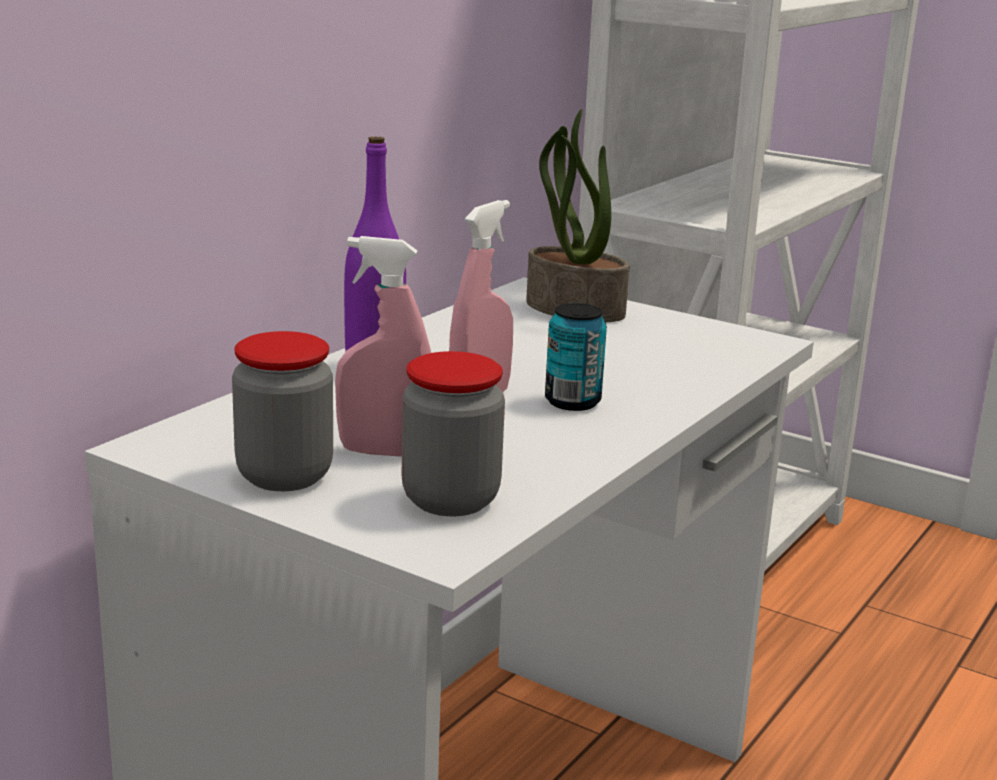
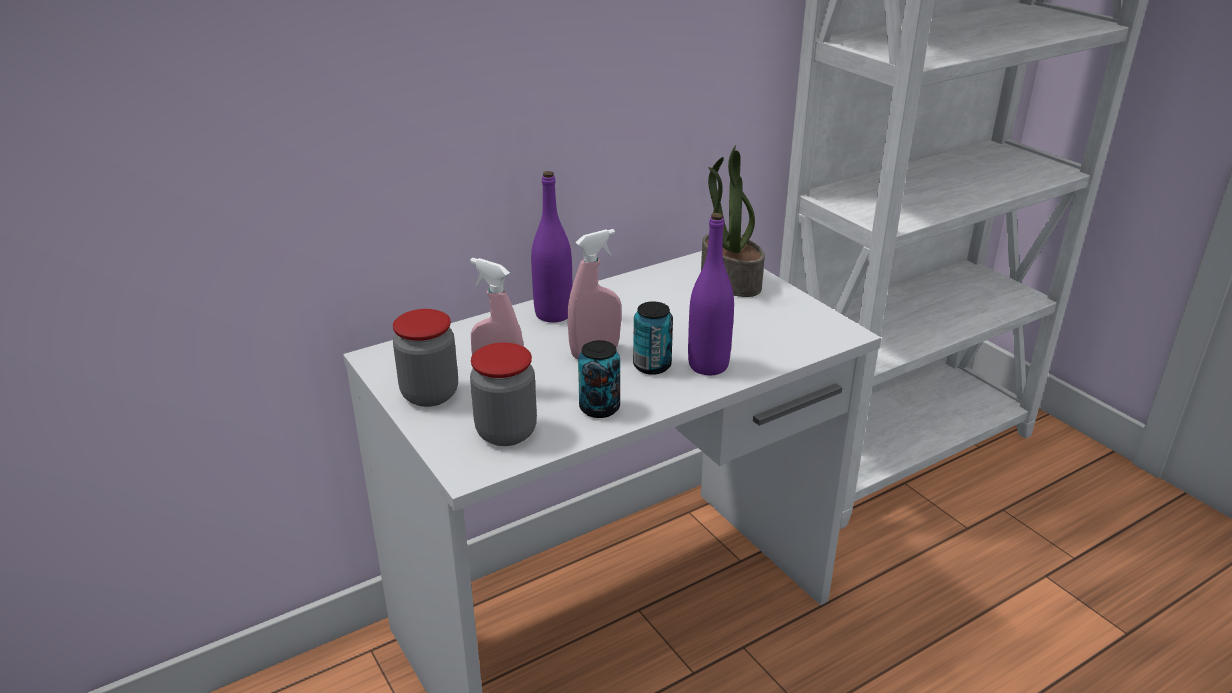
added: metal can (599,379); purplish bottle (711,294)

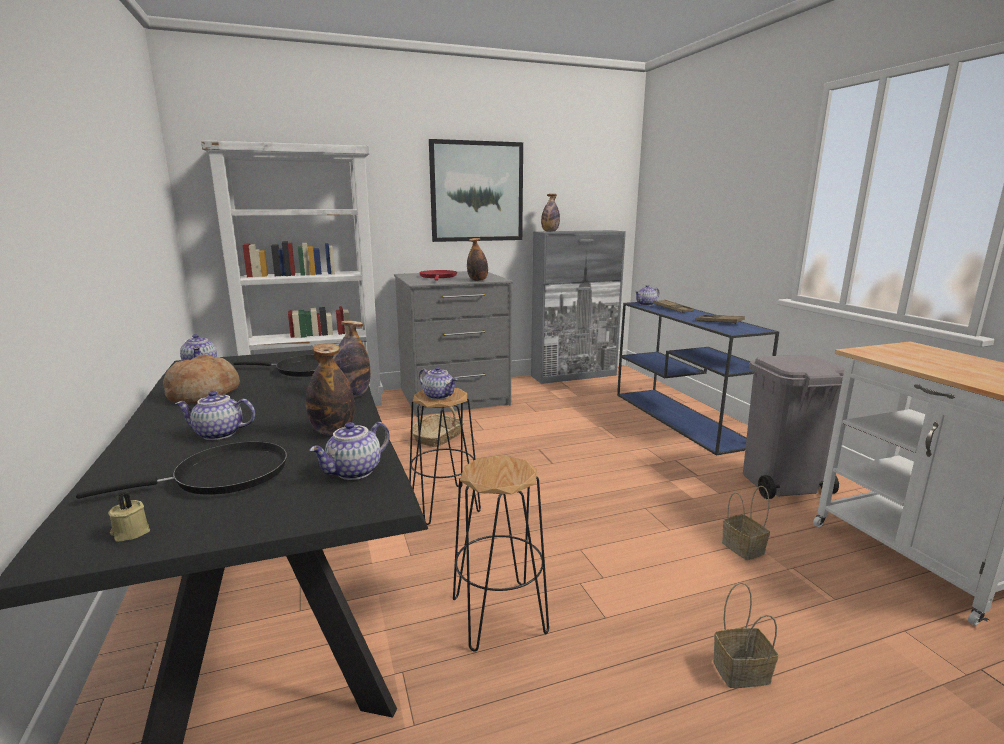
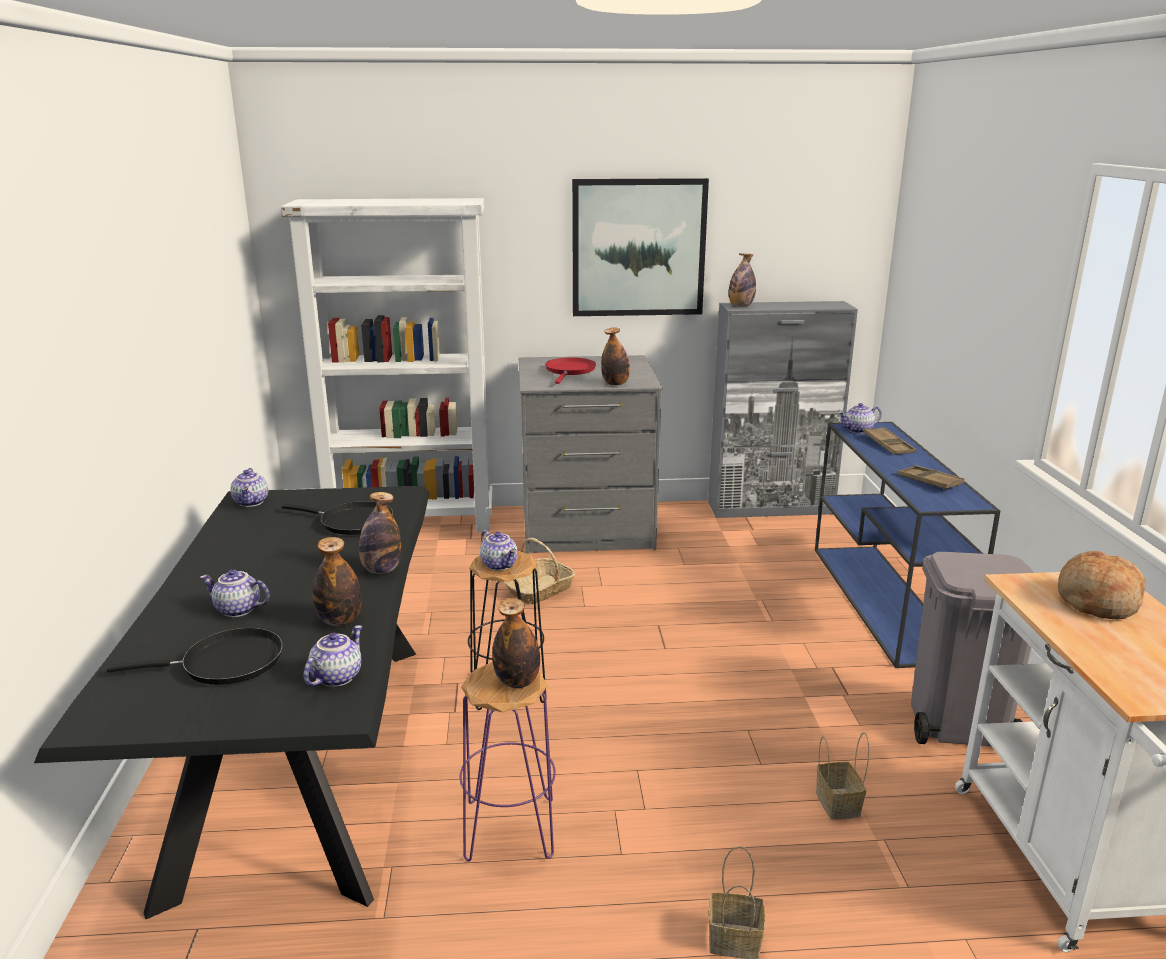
removed: sand-coloured candle (129,517)
added: bottle (516,643)
moved: bakery bread (201,379) to (1102,585)
recoloured: black stool (501,553) to purplish stool (508,762)
turned: tea pot (349,451) = (332,656) 150 degrees clockwise

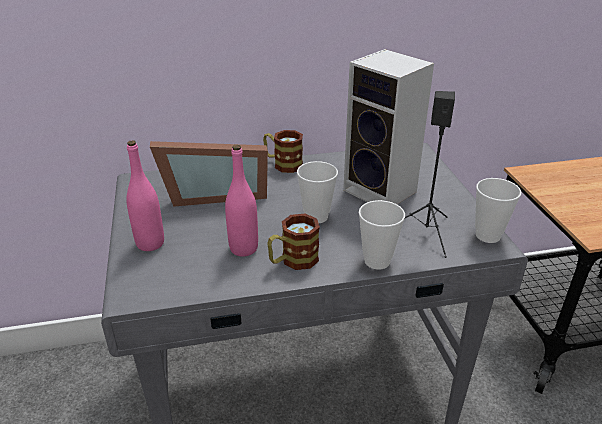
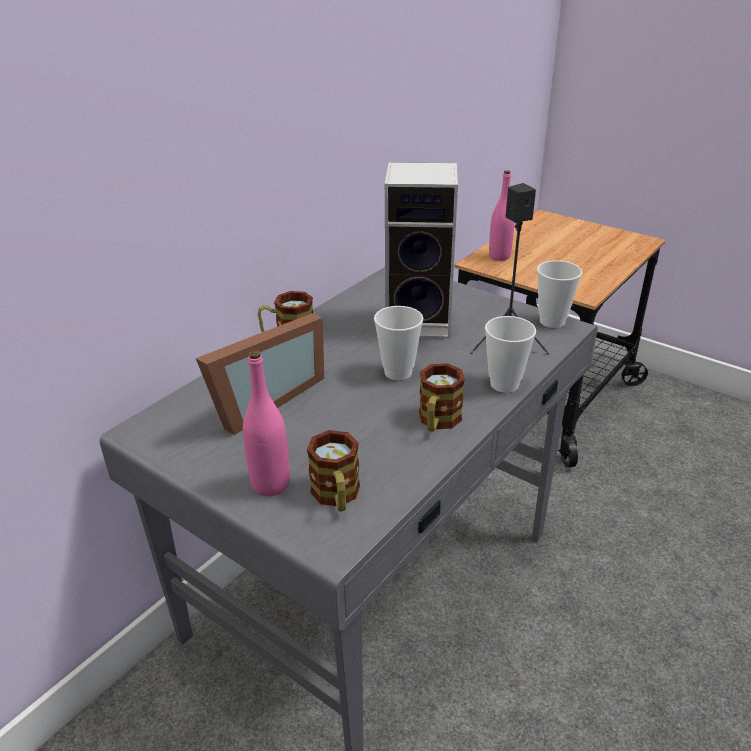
added: coffee mug (333,471)
moved: pink-coloured bottle (241,201) to (502,215)

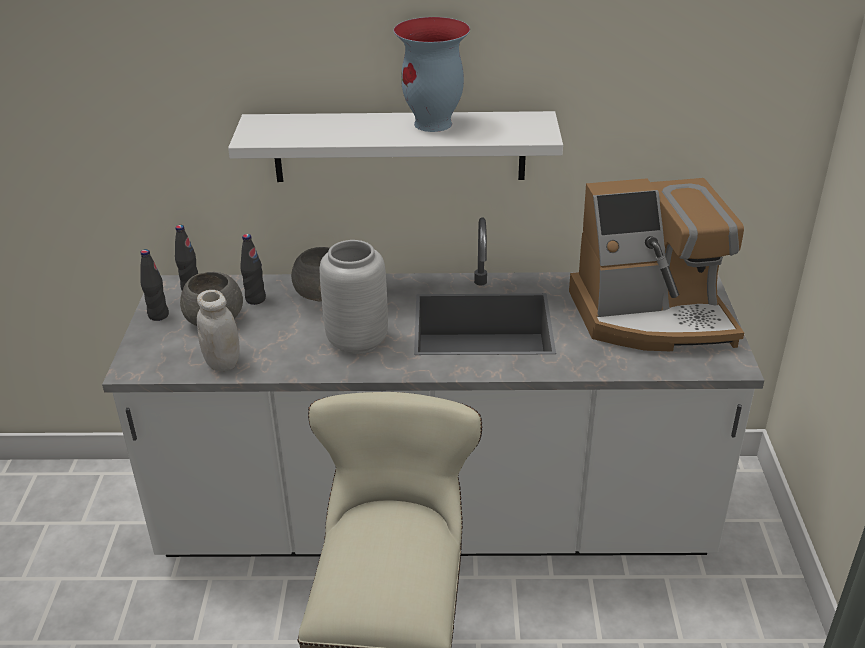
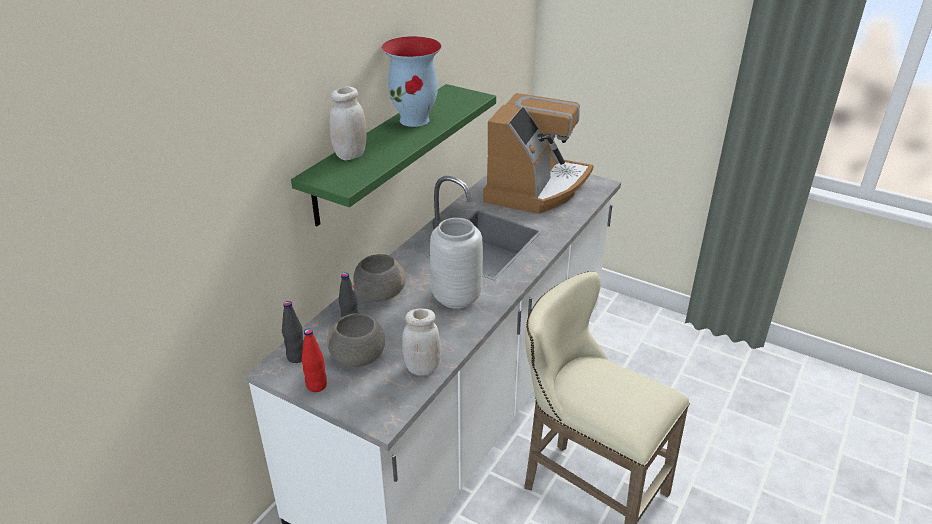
added: white-coloured preserve jar (348,123)
recoloured: black bottle (154,285) to red bottle (314,360); white-coloured wall shelf (395,146) to green-coloured wall shelf (393,155)

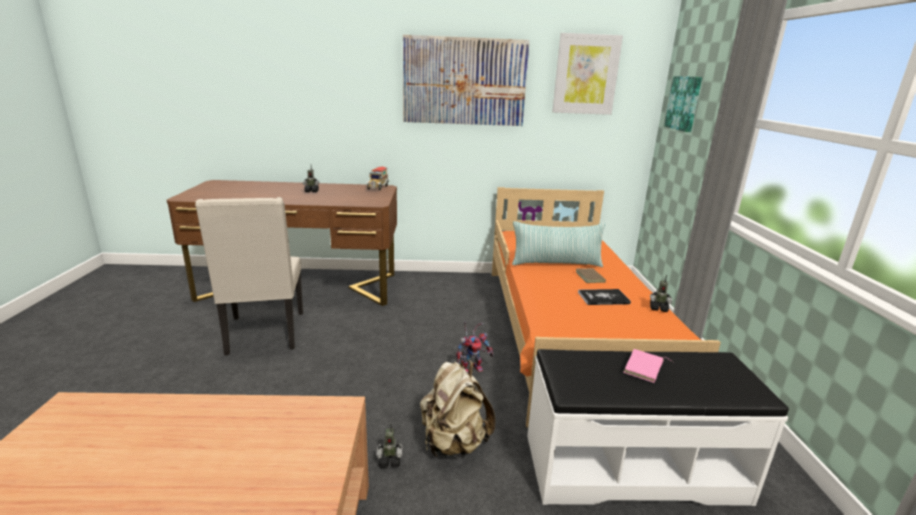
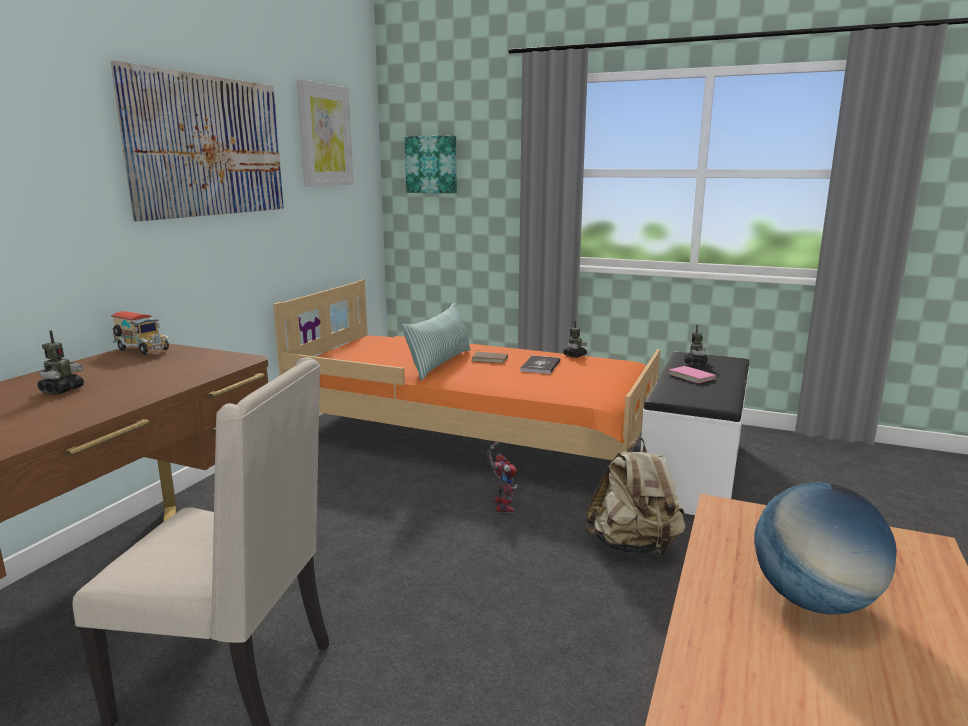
added: globe (825,548)
moved: model robot (390,446) to (696,345)

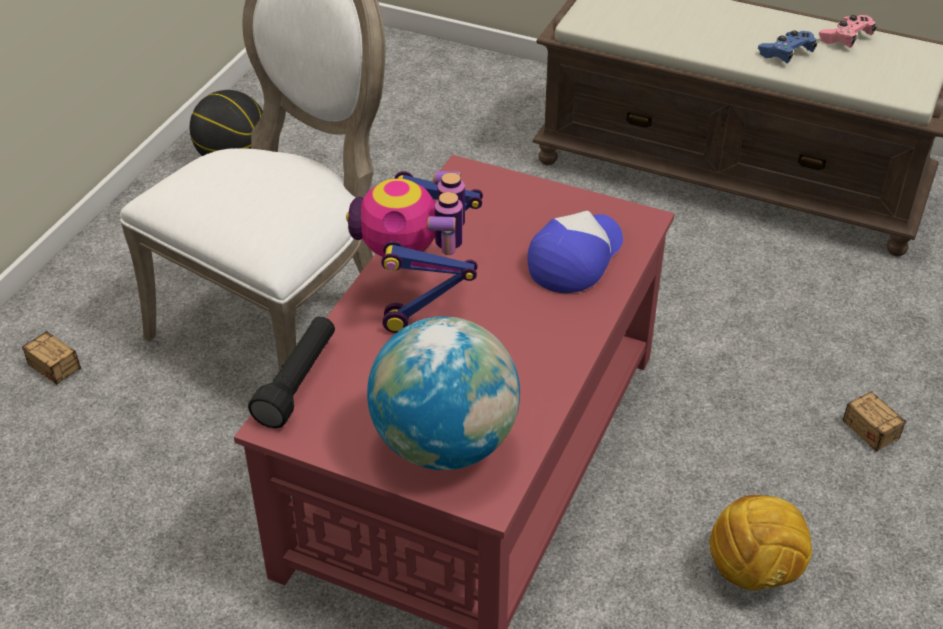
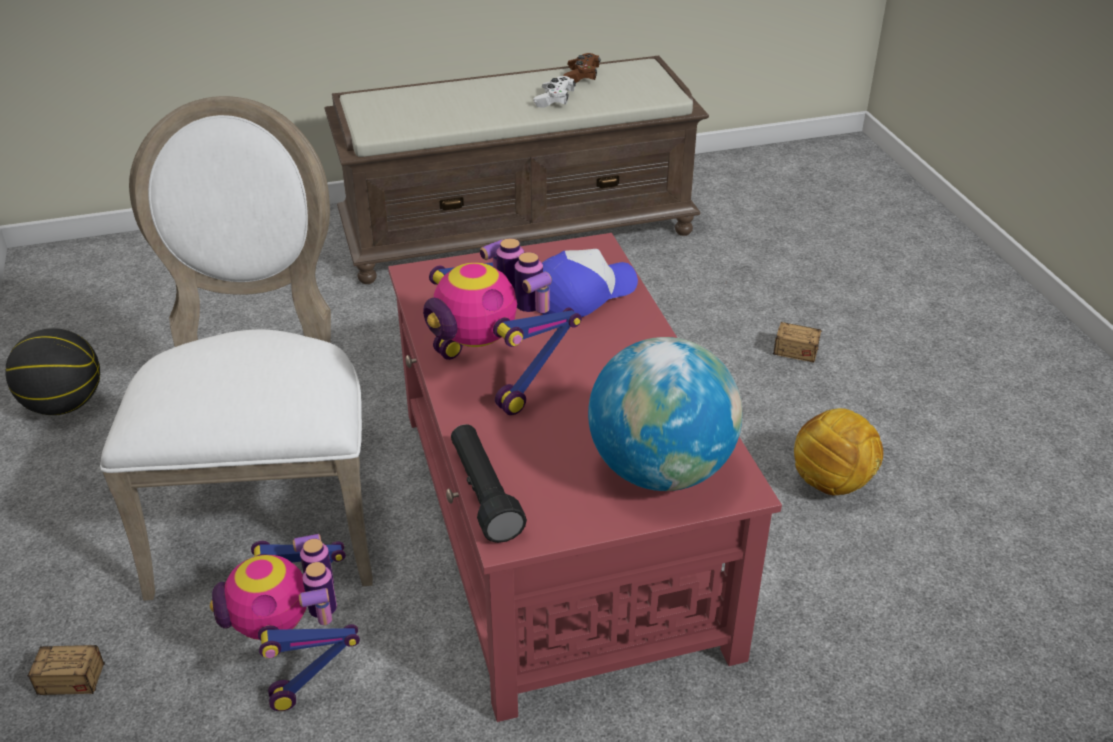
added: model robot (285,622)
recoloured: bluish gamepad (787,46) to white-coloured gamepad (554,92); pink-coloured gamepad (847,31) to brownish gamepad (582,68)
turned: peaked cap (575,252) = (589,283) 60 degrees clockwise

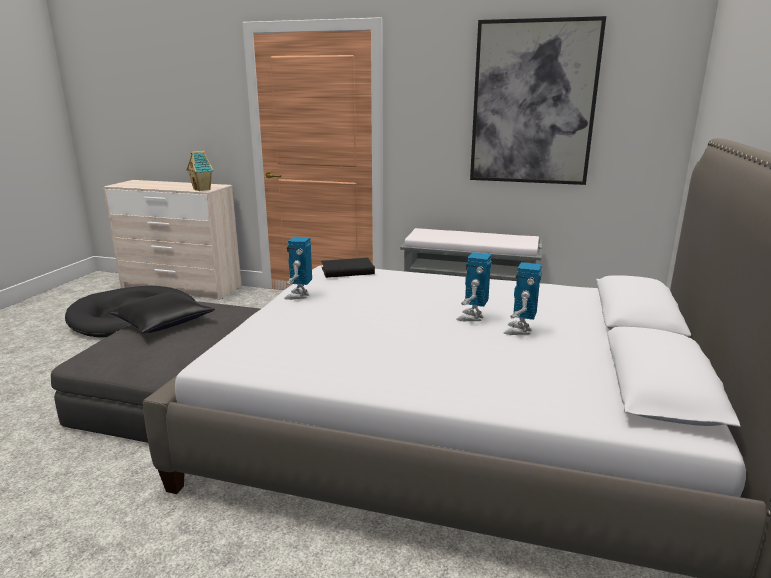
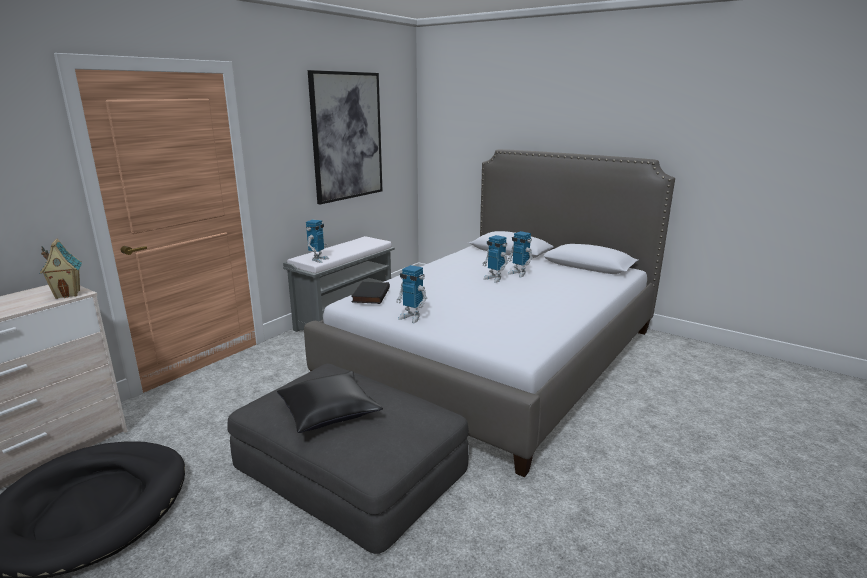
added: model robot (317,241)

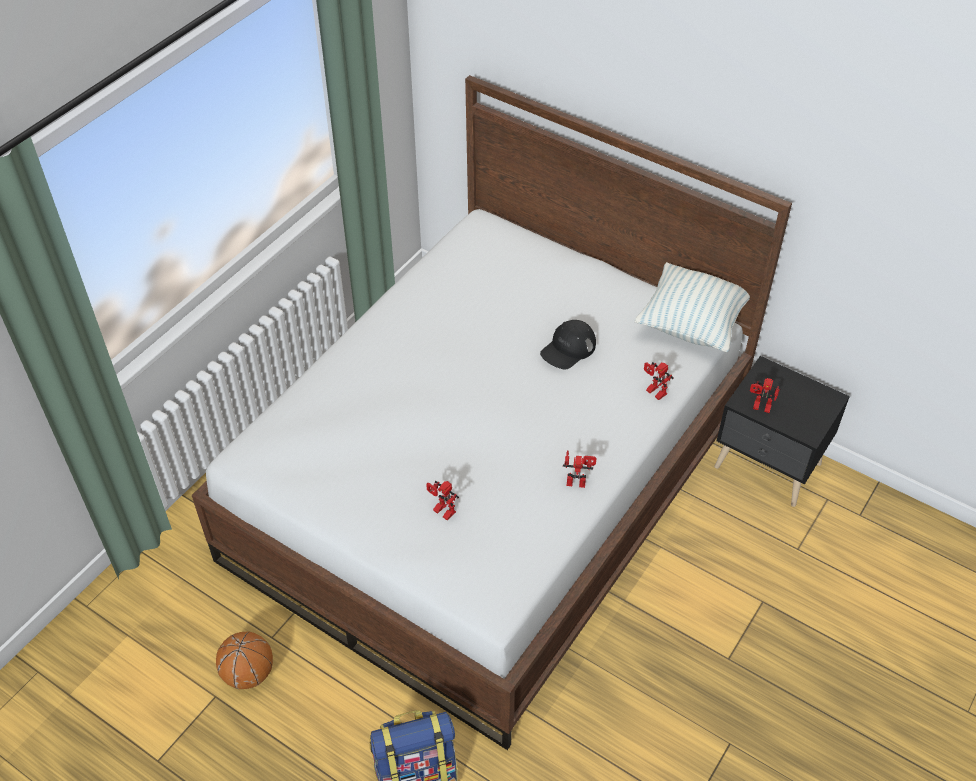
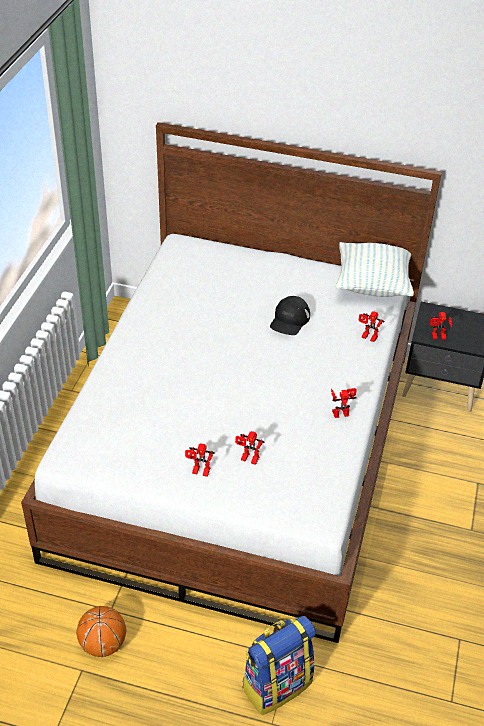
added: model robot (200,460)

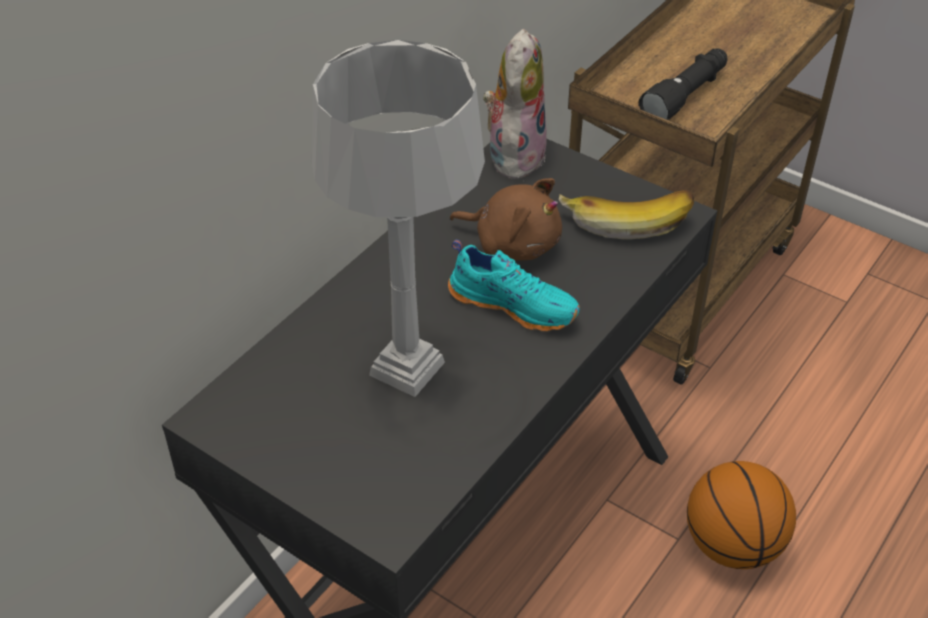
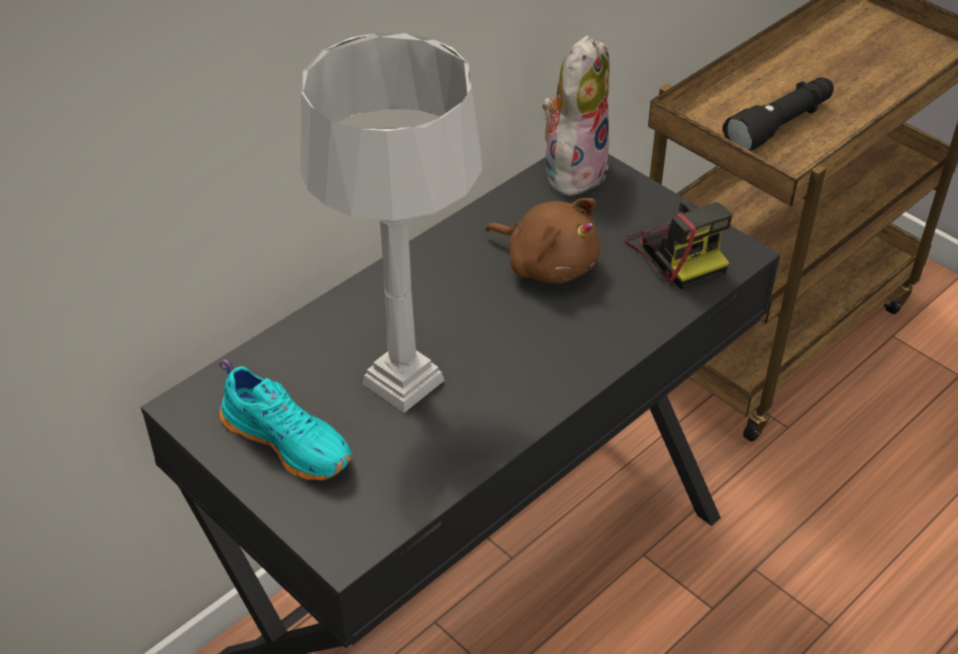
removed: basketball ball (741,515)
moved: blue-green shoe (514,286) to (285,420)
replaced: banana (626,214) to photo camera (678,244)

